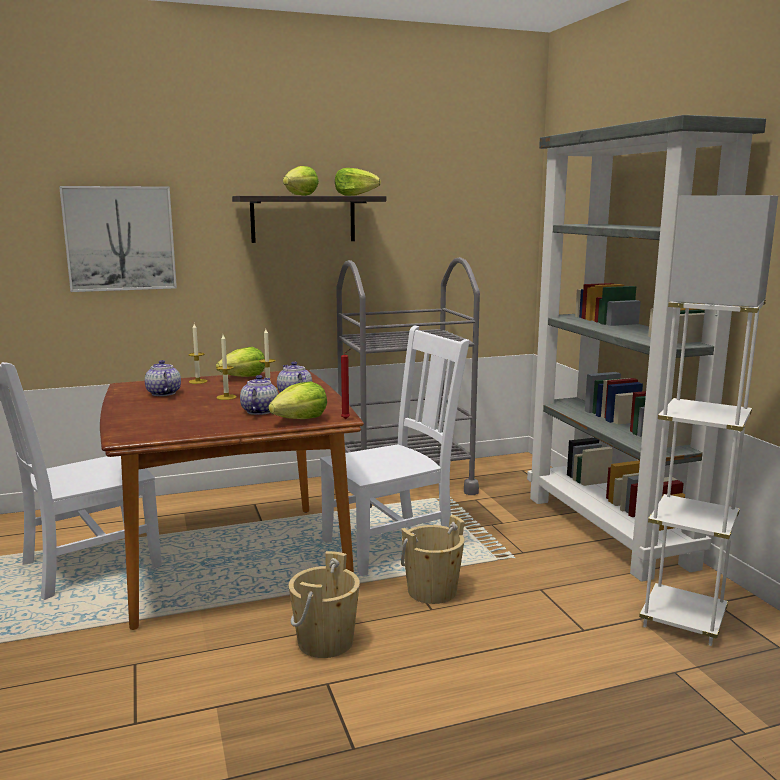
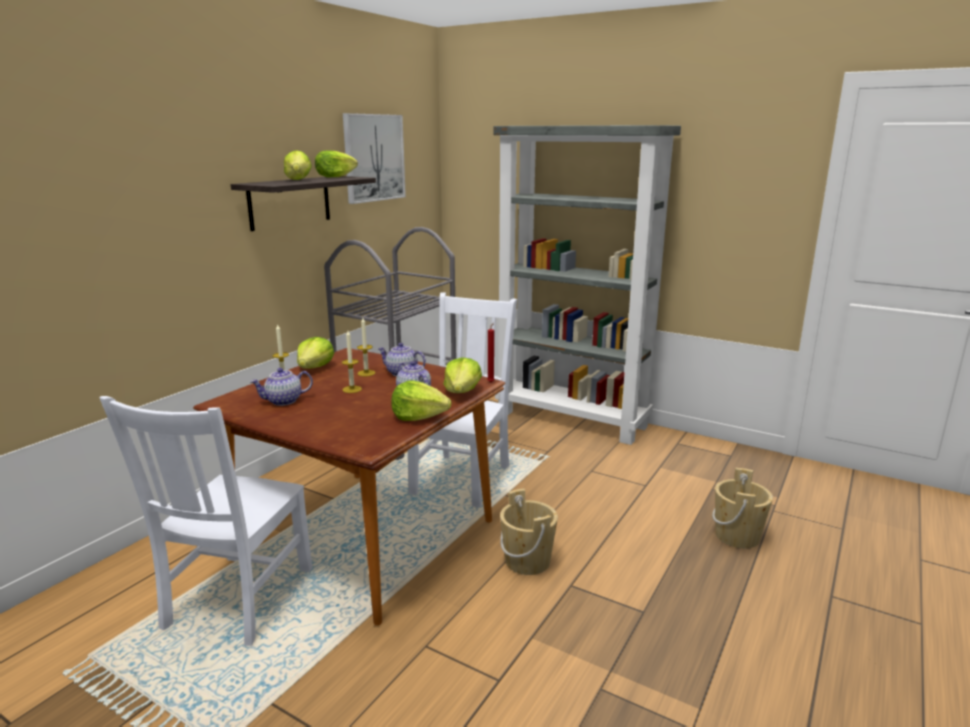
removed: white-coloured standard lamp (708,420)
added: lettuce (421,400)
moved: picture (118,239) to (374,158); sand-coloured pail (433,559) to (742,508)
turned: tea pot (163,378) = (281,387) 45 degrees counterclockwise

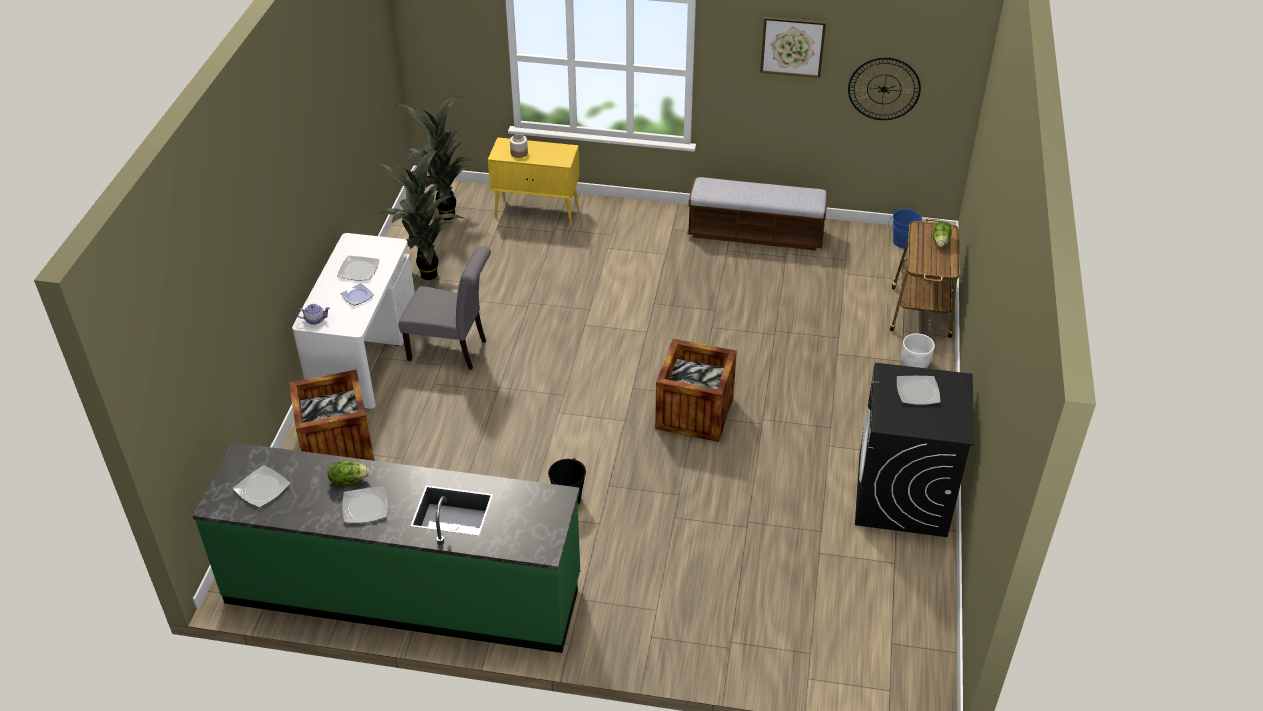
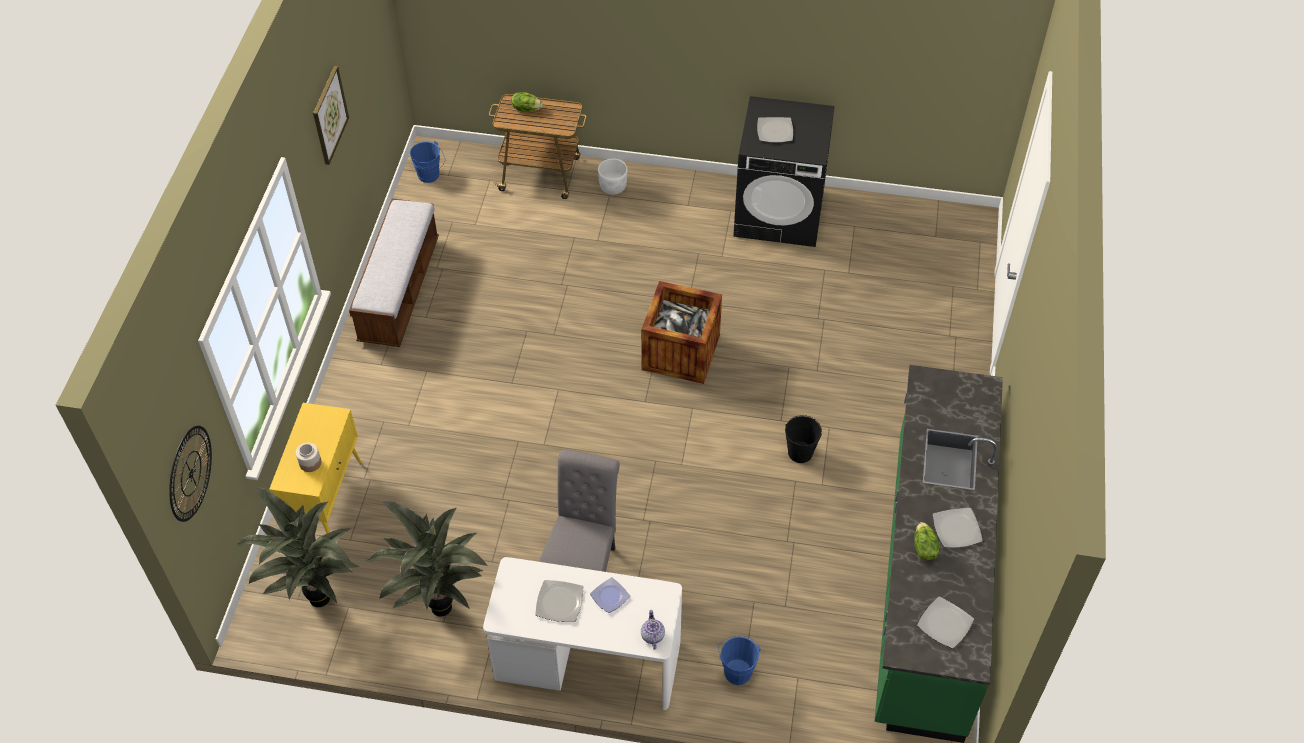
moved: clock on the wall (884,88) to (190,474)
replaced: shipping crate (332,415) to bluish pail (739,660)

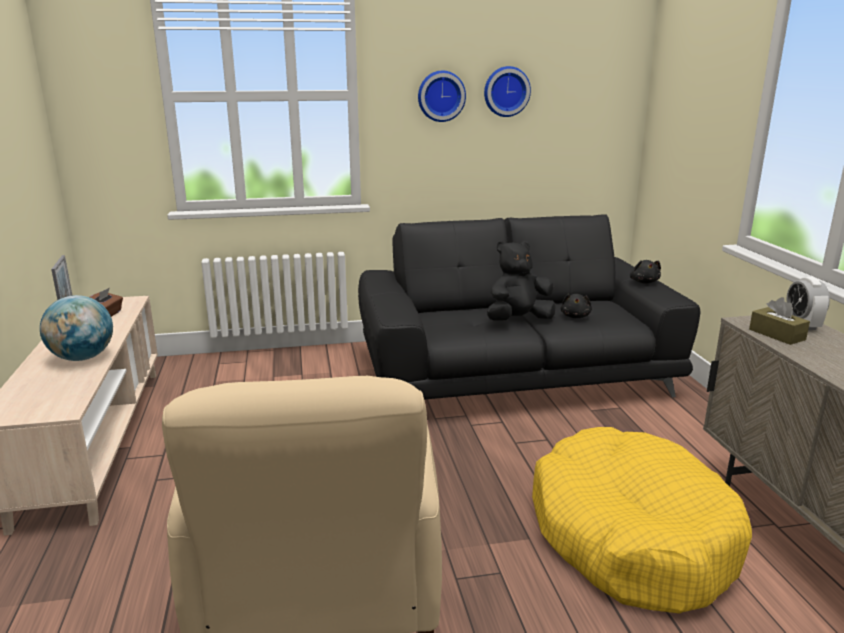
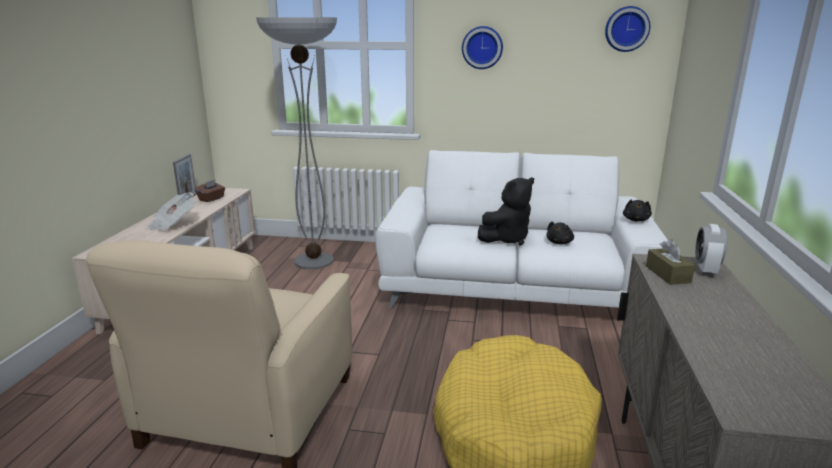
added: standard lamp (296,143)
moved: clock on the wall (507,91) to (627,29)
replaced: globe (76,328) to newspaper (171,211)
recoloured: black sofa (529,307) to white-coloured sofa (521,229)
turned: black plush toy (521,280) = (506,211) 150 degrees clockwise

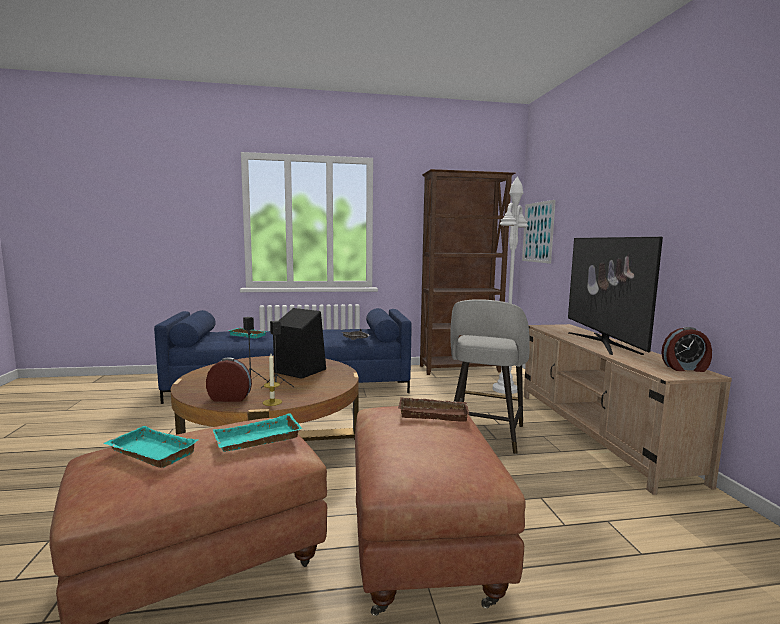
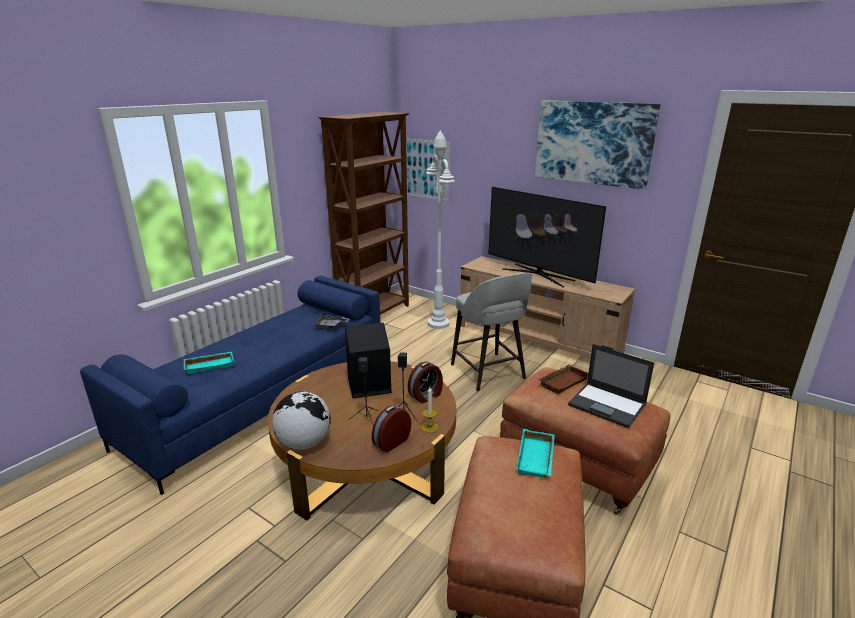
removed: blue-green tray (150,447)
added: globe (301,420); picture (597,145); notebook computer (611,386)
moved: bedside clock (686,349) to (425,382)

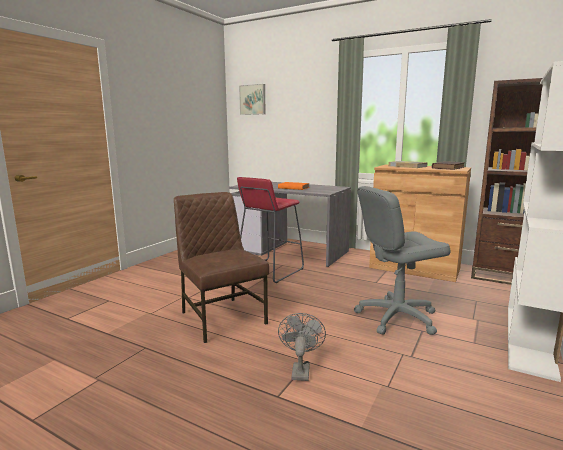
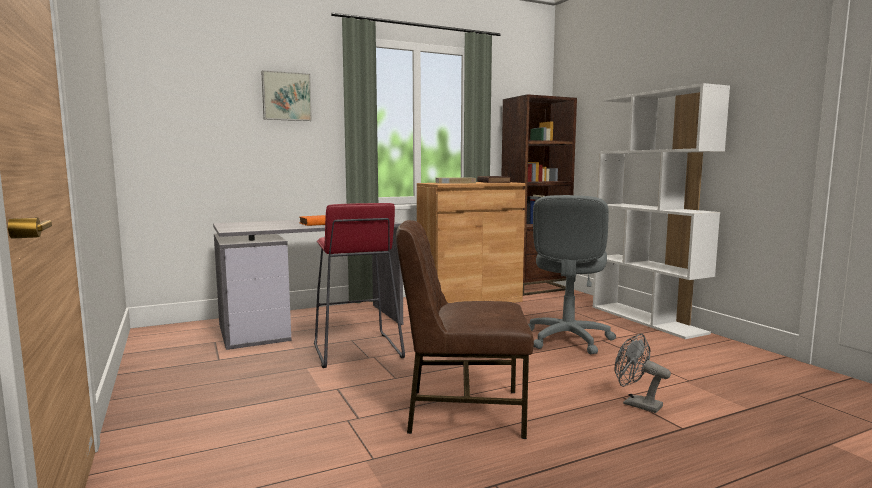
moved: picture (252,99) to (286,95)

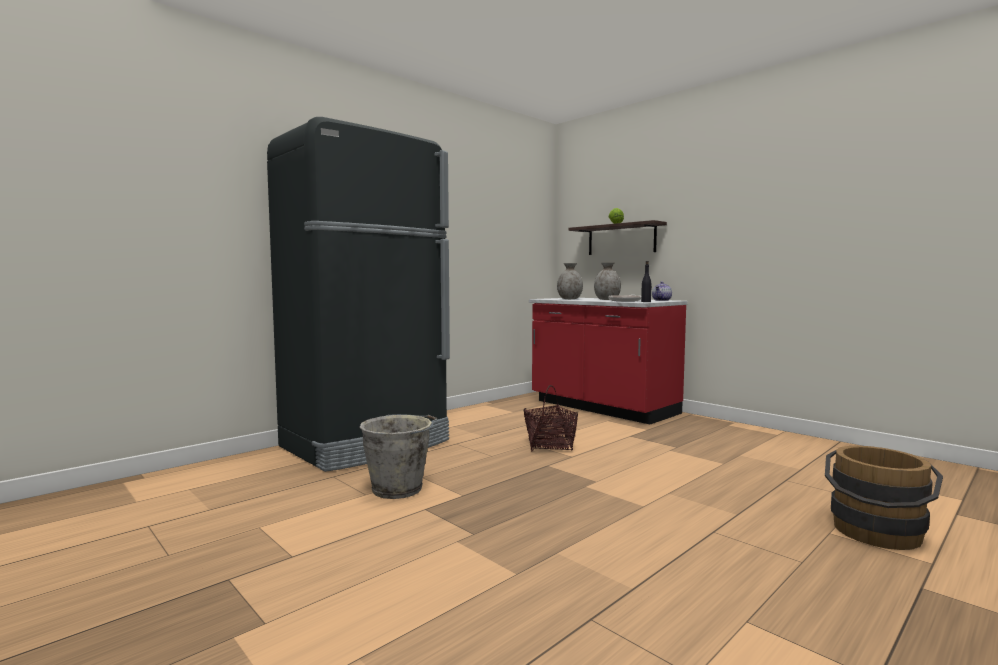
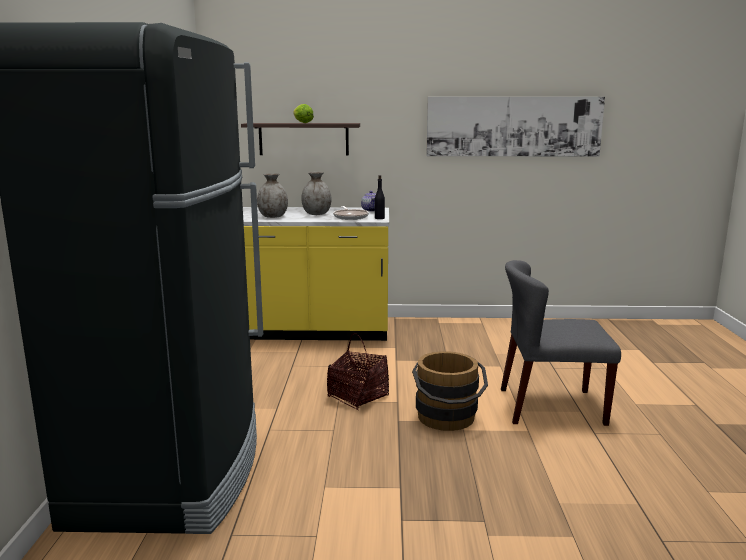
removed: greyish pail (398,456)
added: picture (515,127); greyish upright chair (561,343)
moved: brownish pail (884,498) to (450,391)
recoloured: red kitchen counter (608,361) to yellow-coloured kitchen counter (316,274)

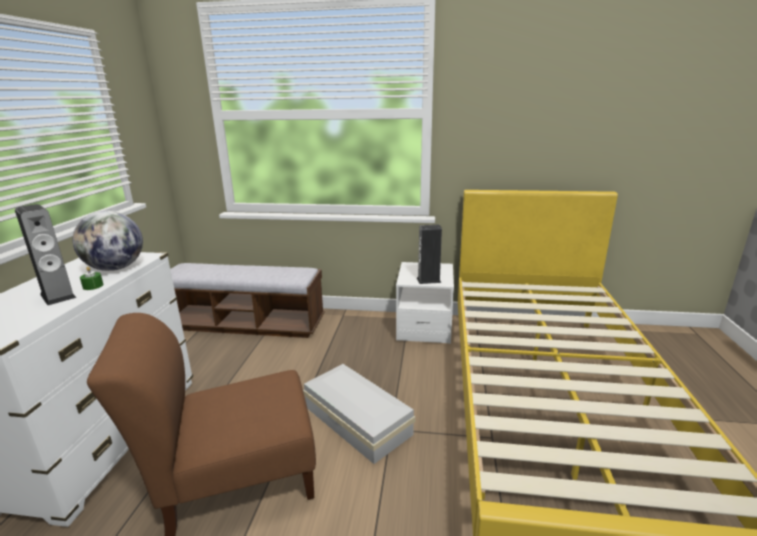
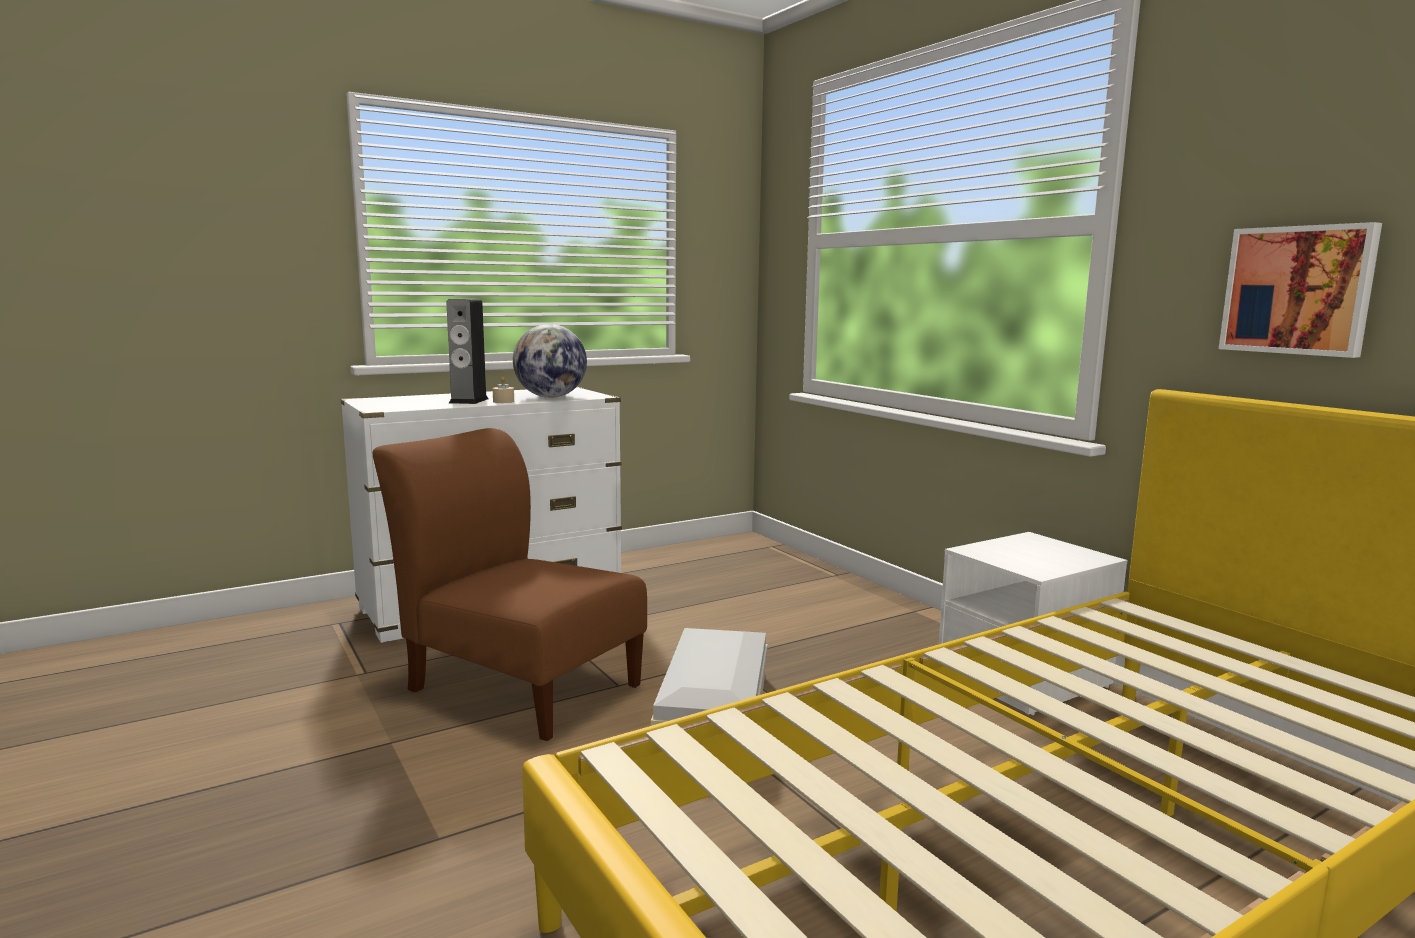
removed: bench (247,300); loudspeaker (429,254)
added: picture (1300,290)
recoloured: green-coloured candle (92,278) to sand-coloured candle (503,390)

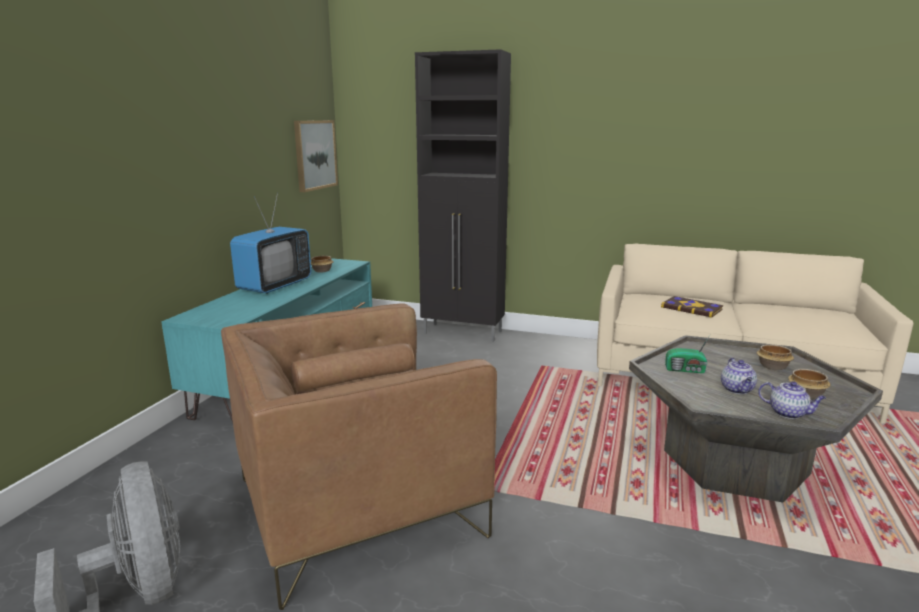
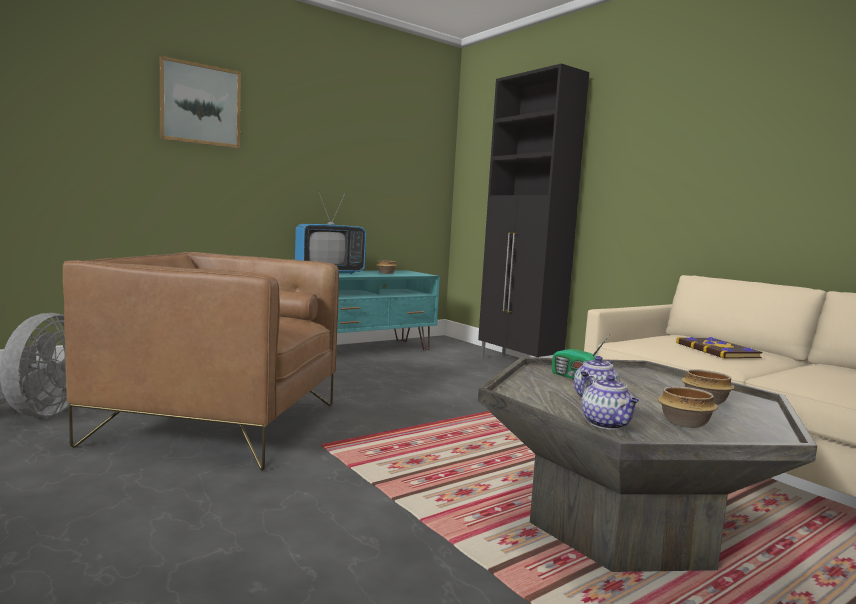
moved: picture (316,156) to (200,102)

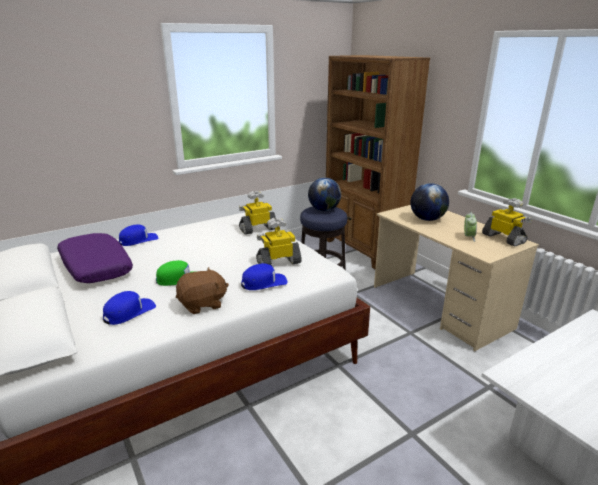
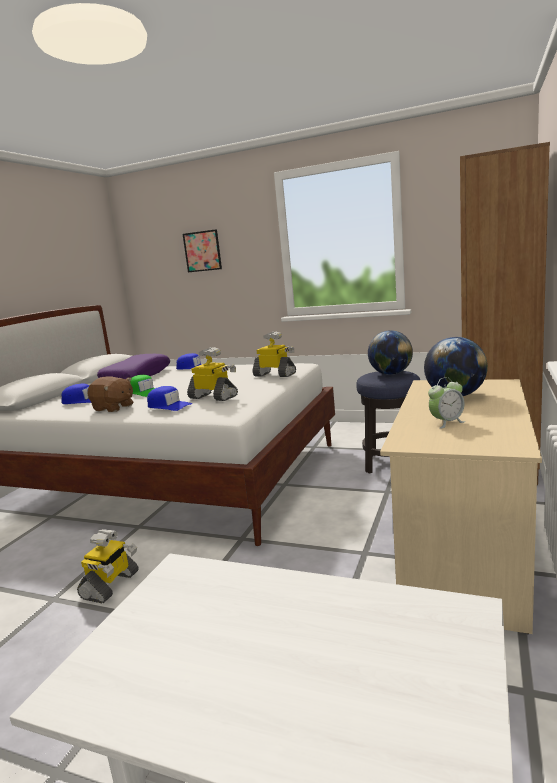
added: picture (202,250)
moved: model robot (507,222) to (108,566)

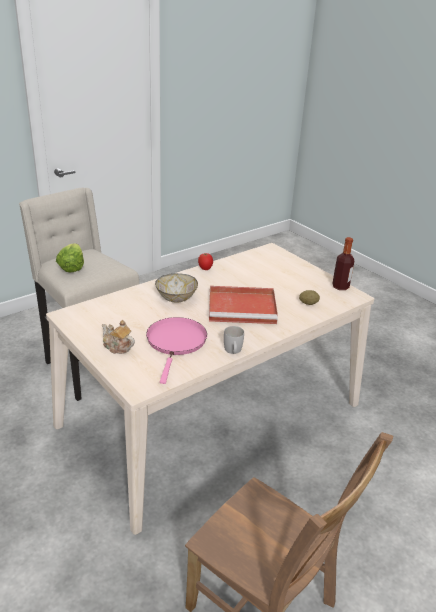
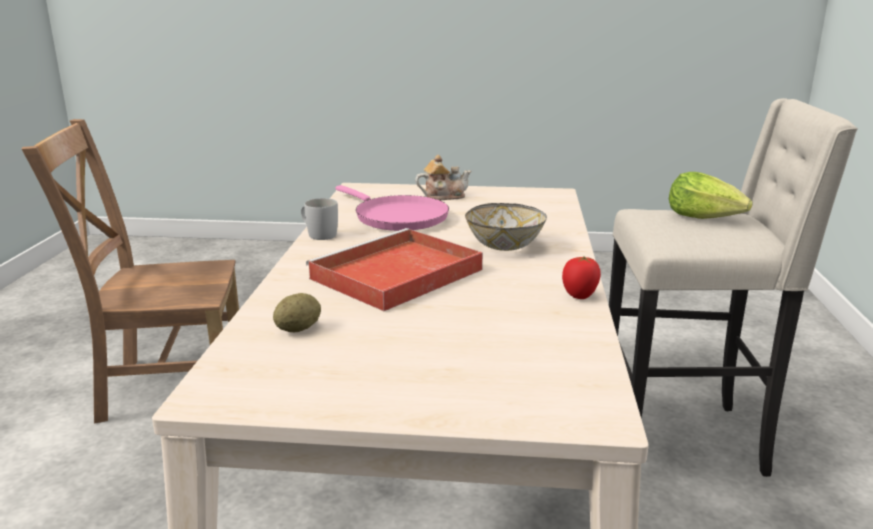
removed: bottle (343,263)

